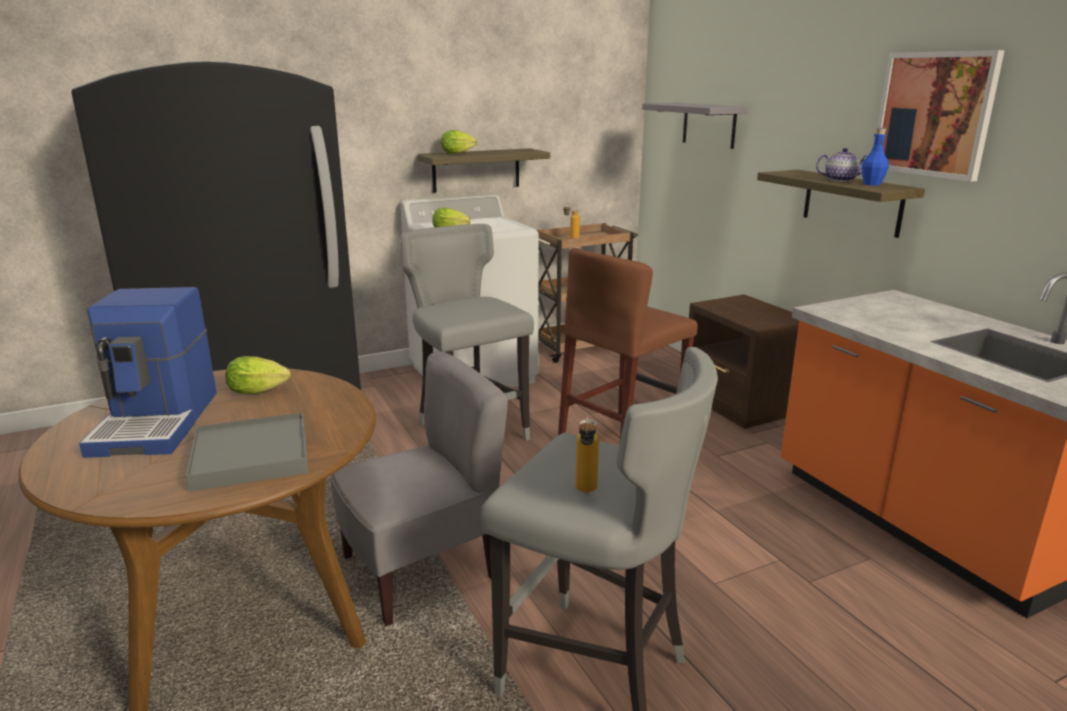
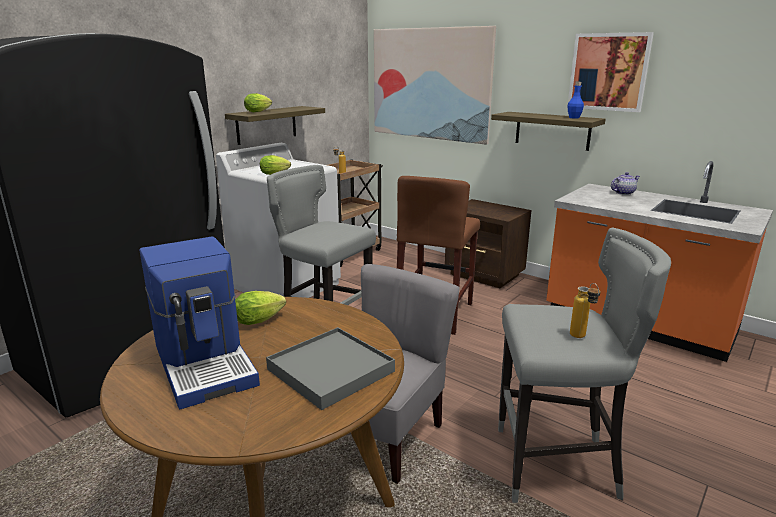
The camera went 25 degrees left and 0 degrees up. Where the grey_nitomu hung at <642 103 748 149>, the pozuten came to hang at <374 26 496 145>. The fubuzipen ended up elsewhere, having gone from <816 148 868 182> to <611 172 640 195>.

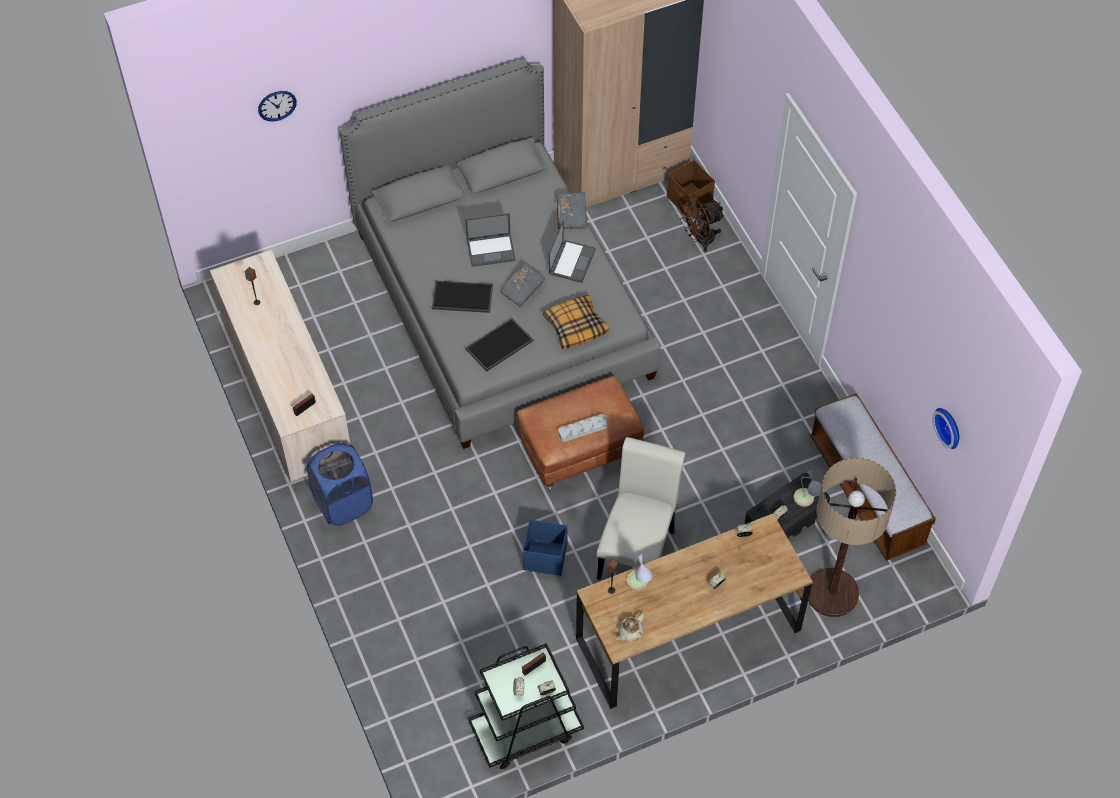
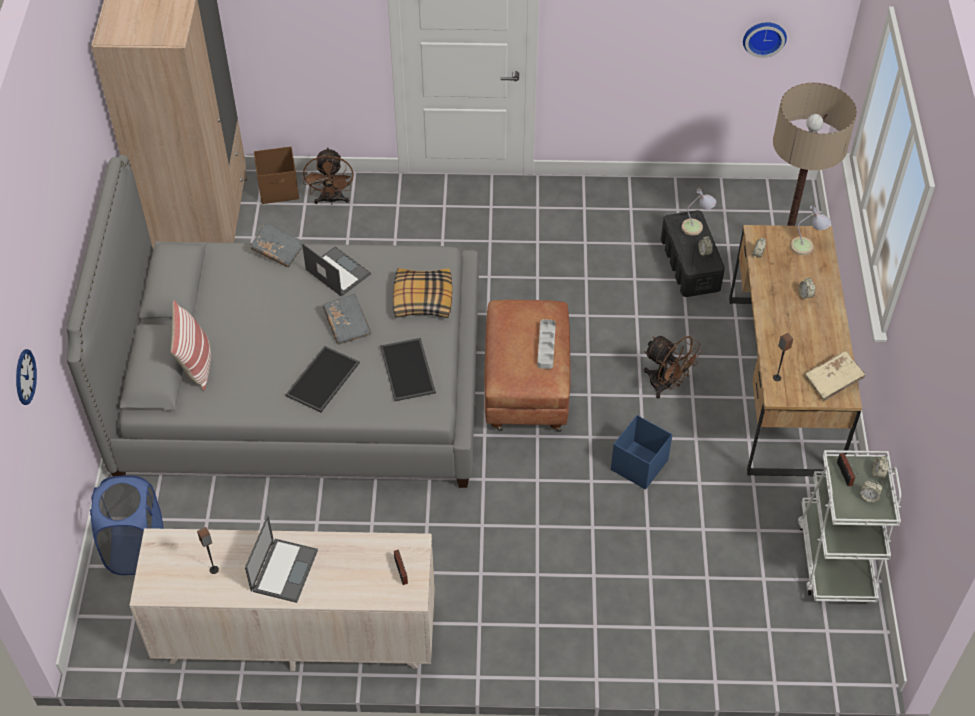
The camera went 65 degrees left and 5 degrees down. The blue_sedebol ended up elsewhere, having gone from <307 443 373 526> to <90 475 164 575>. The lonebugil ended up elsewhere, having gone from <465 213 516 267> to <245 515 318 603>. What was the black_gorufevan at <468 643 584 769> turned into the white_gorufevan at <798 450 901 602>. Where the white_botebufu stood at <597 437 686 580>, the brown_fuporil came to stand at <644 336 702 399>. Where the beige_fubuzipen stood at <617 614 644 642>, the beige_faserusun came to stand at <805 351 866 401>. The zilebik ended up elsewhere, having gone from <627 554 653 591> to <790 204 831 255>. The second view lost the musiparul at <810 393 936 561>. The second view gained the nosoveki at <171 300 211 391>.

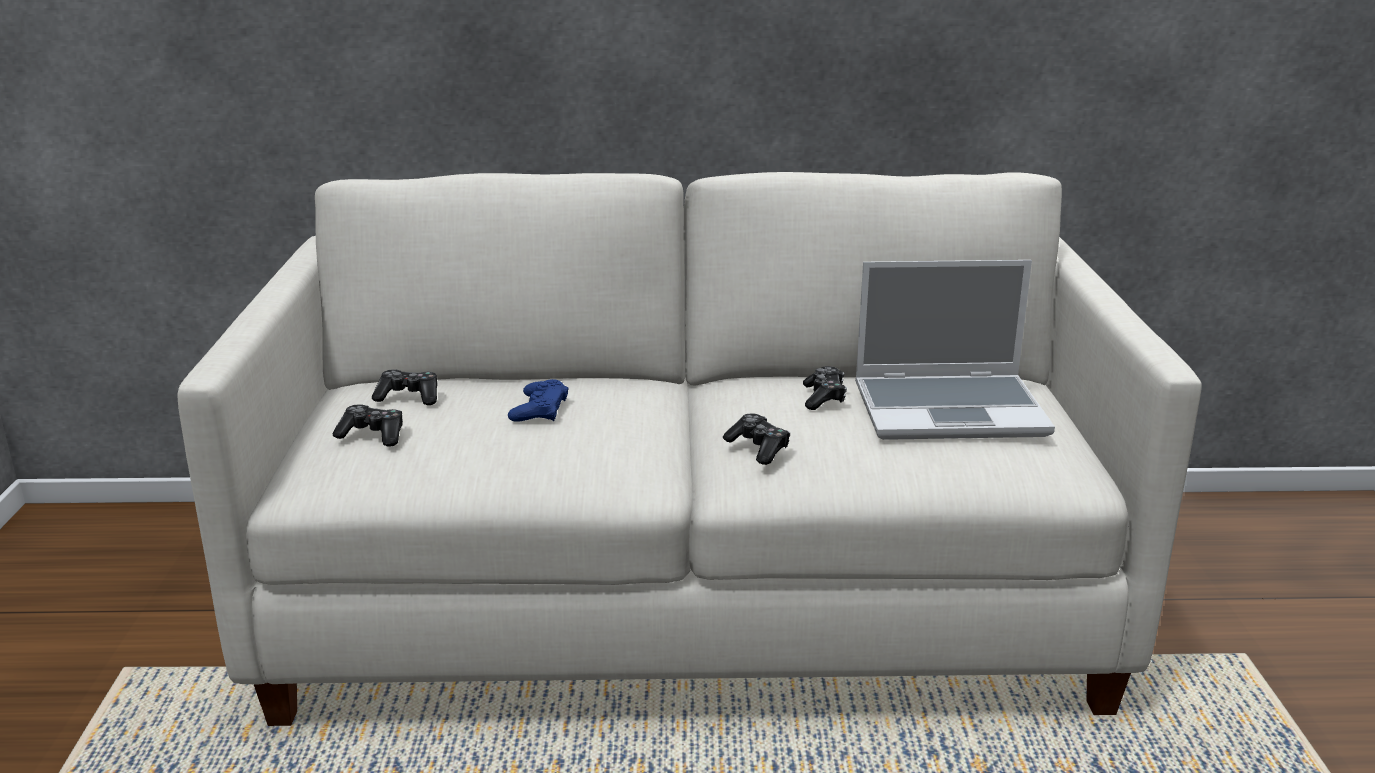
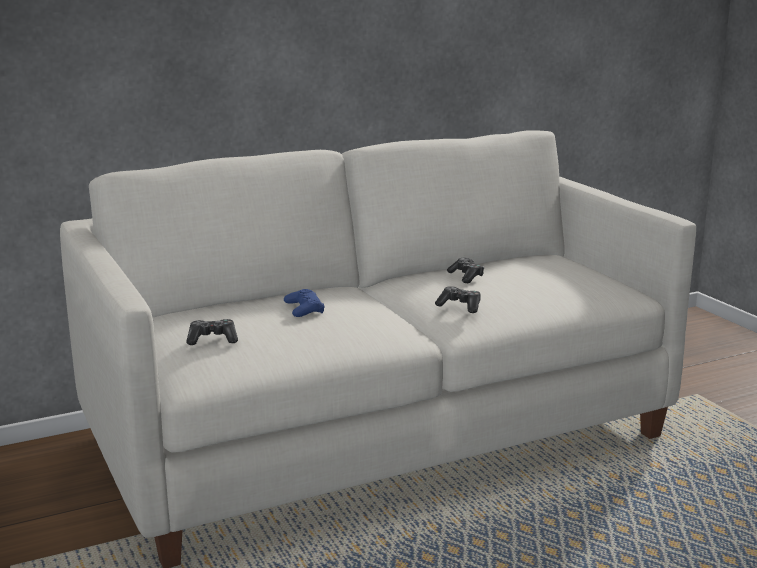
The camera went 25 degrees left and 5 degrees down. The second view lost the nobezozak at <372 369 437 405>. The second view lost the lonebugil at <855 260 1055 440>.

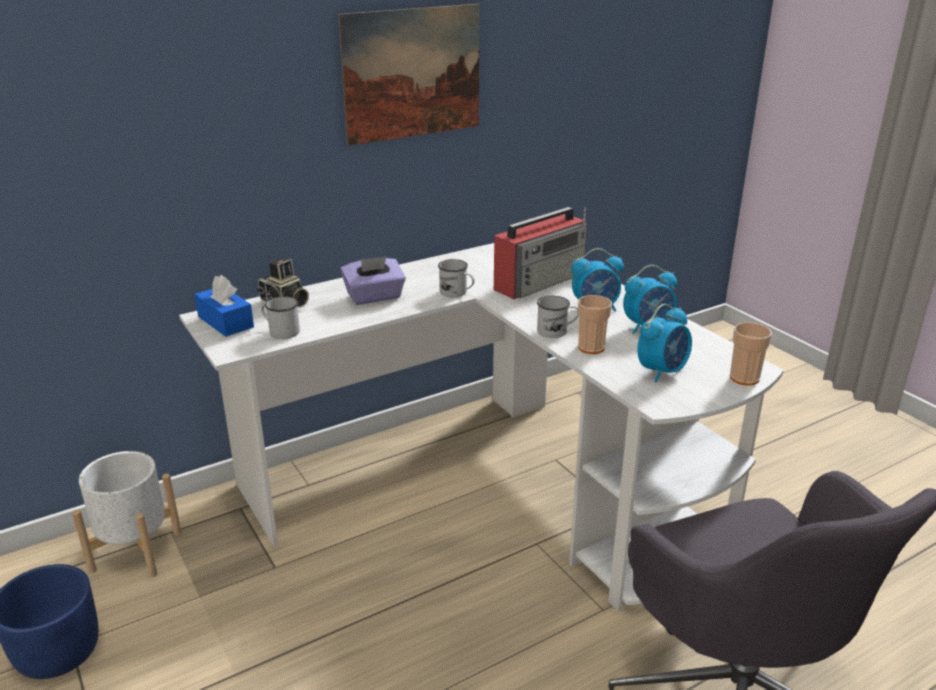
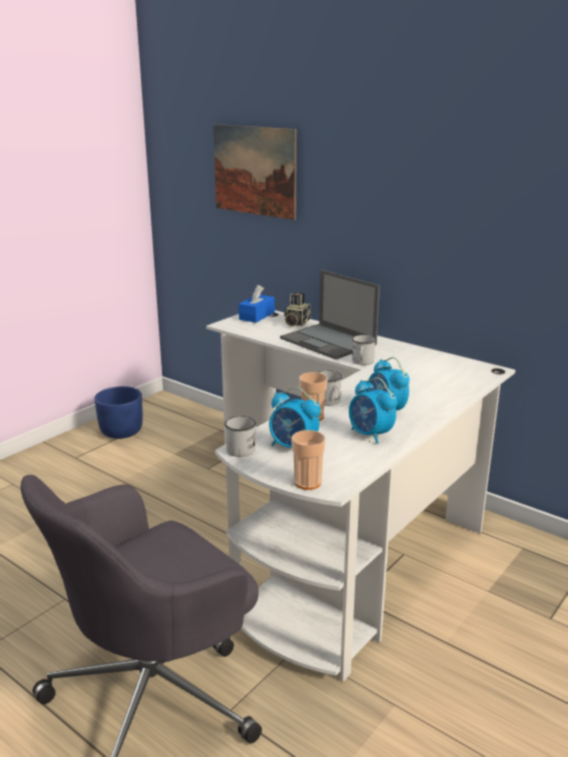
The camera went 70 degrees right and 5 degrees down. The second view lost the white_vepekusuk at <72 451 181 577>. The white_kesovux ended up elsewhere, having gone from <261 296 300 339> to <225 416 256 457>. The pozuten ended up elsewhere, having gone from <338 4 480 146> to <213 124 297 220>. Where the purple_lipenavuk stood at <340 256 406 305>, the lonebugil came to stand at <280 270 380 359>. The second view lost the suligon at <494 207 587 299>.

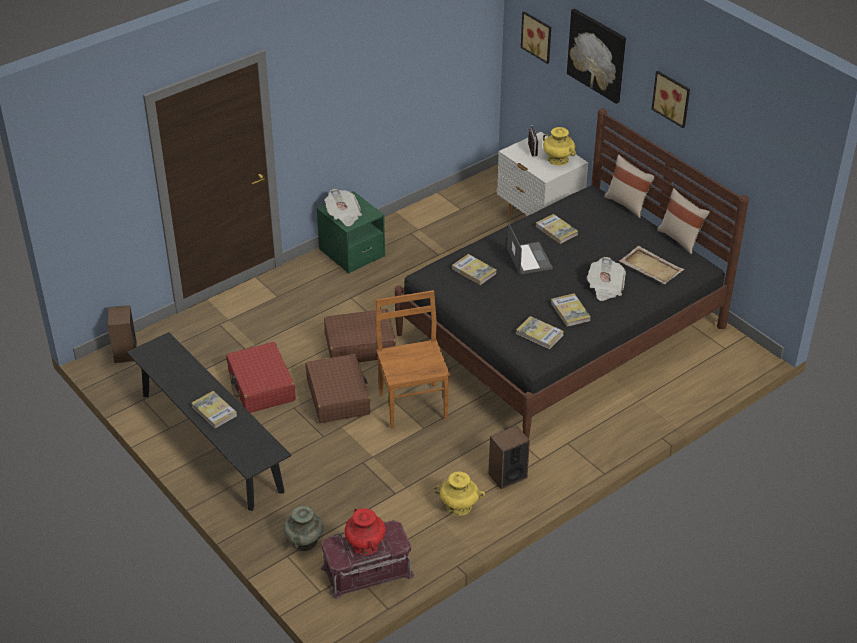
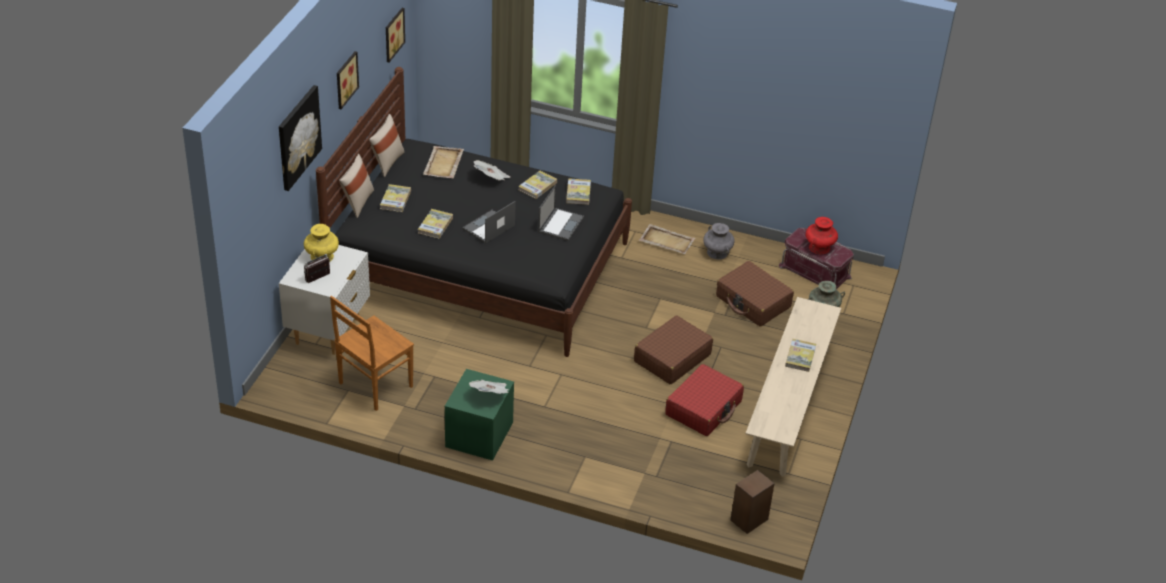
The camera went 125 degrees left and 0 degrees up. What was the black_musiparul at <127 332 291 511> turned into the beige_musiparul at <746 297 841 477>. The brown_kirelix ended up elsewhere, having gone from <324 309 396 362> to <716 261 794 327>. The brown_botebufu ended up elsewhere, having gone from <376 290 450 429> to <330 296 414 411>. What was the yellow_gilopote at <434 471 485 516> turned into the grey_gilopote at <703 223 735 260>. The faserusun ended up elsewhere, having gone from <452 254 496 285> to <380 184 411 212>. Where the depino stood at <489 425 530 489>, the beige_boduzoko came to stand at <639 224 695 254>. The pozuten ended up elsewhere, having gone from <521 11 551 64> to <386 8 405 62>. The second view gained the lonebugil at <538 185 584 241>.

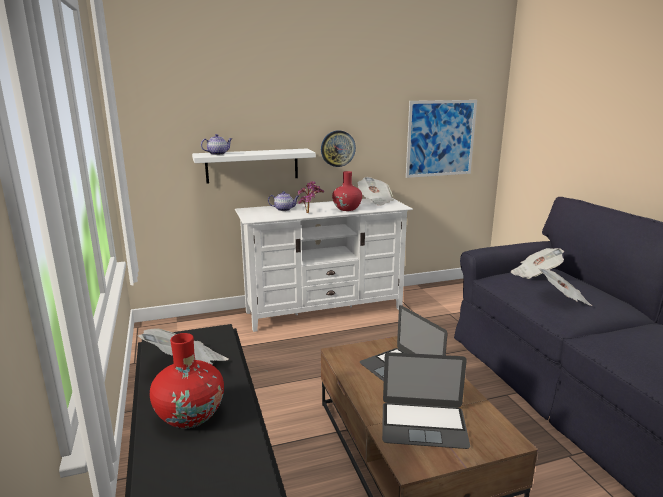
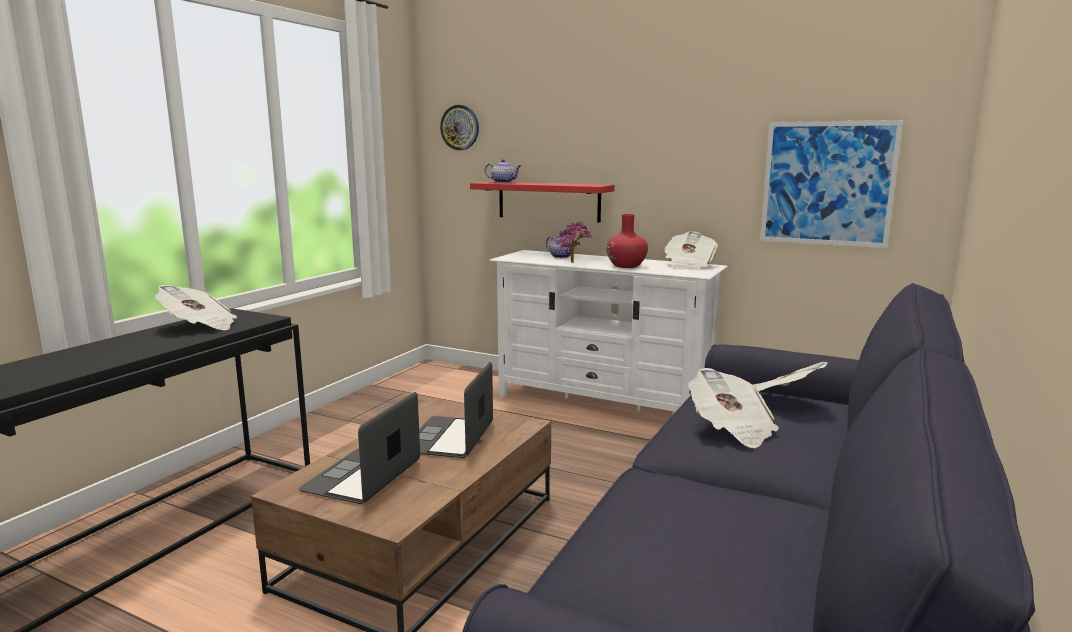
The camera went 45 degrees right and 5 degrees down. The second view lost the red_gilopote at <150 333 224 428>. What was the white_nitomu at <192 149 316 184> turned into the red_nitomu at <470 182 615 223>. The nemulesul ended up elsewhere, having gone from <321 130 356 167> to <440 105 479 150>. The lonebugil at <382 352 470 449> ended up facing another way, 60 degrees clockwise from before.

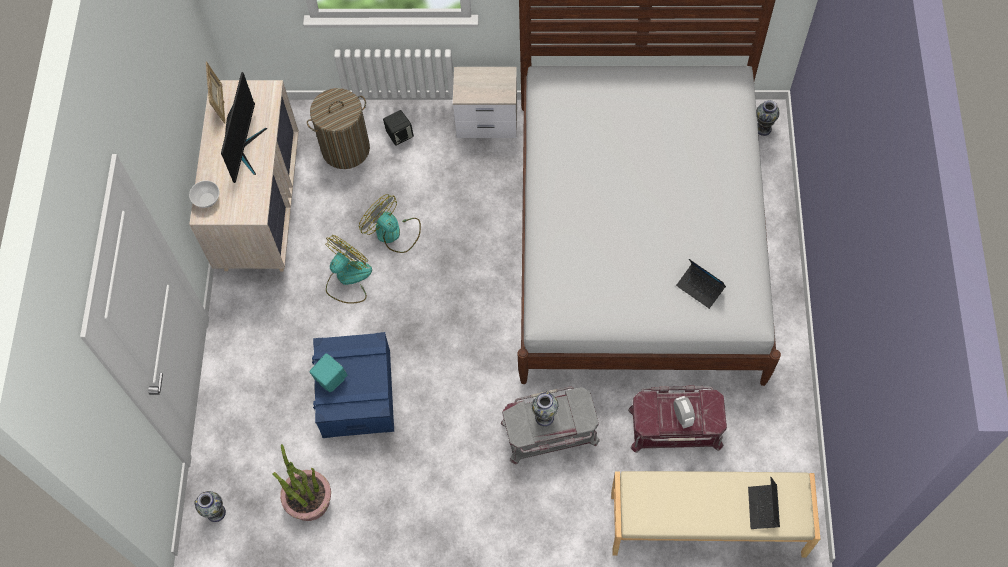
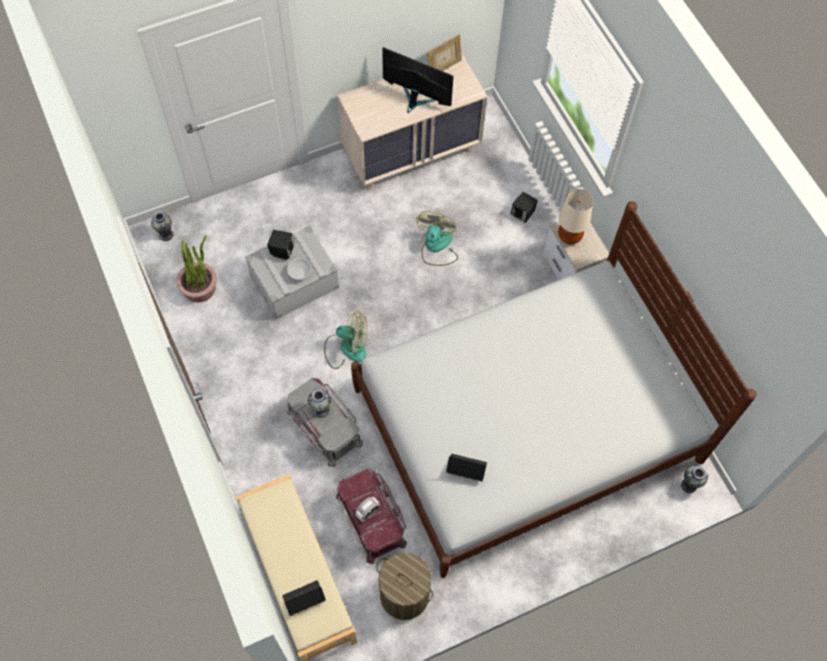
The camera went 60 degrees right and 0 degrees up. The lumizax ended up elsewhere, having gone from <189 181 219 208> to <287 258 312 280>. The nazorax at <221 72 267 183> ended up facing another way, 135 degrees counterclockwise from before. The sedebol ended up elsewhere, having gone from <307 88 370 169> to <376 553 433 620>. What was the turquoise_depino at <309 353 347 392> turned into the black_depino at <267 230 295 260>. What was the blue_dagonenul at <312 332 394 438> turned into the grey_dagonenul at <245 225 339 319>. The fuporil ended up elsewhere, having gone from <325 235 372 303> to <324 311 367 369>. The lonebugil at <676 259 726 309> ended up facing another way, 90 degrees clockwise from before. The second view gained the beige_zilebik at <558 189 593 244>.

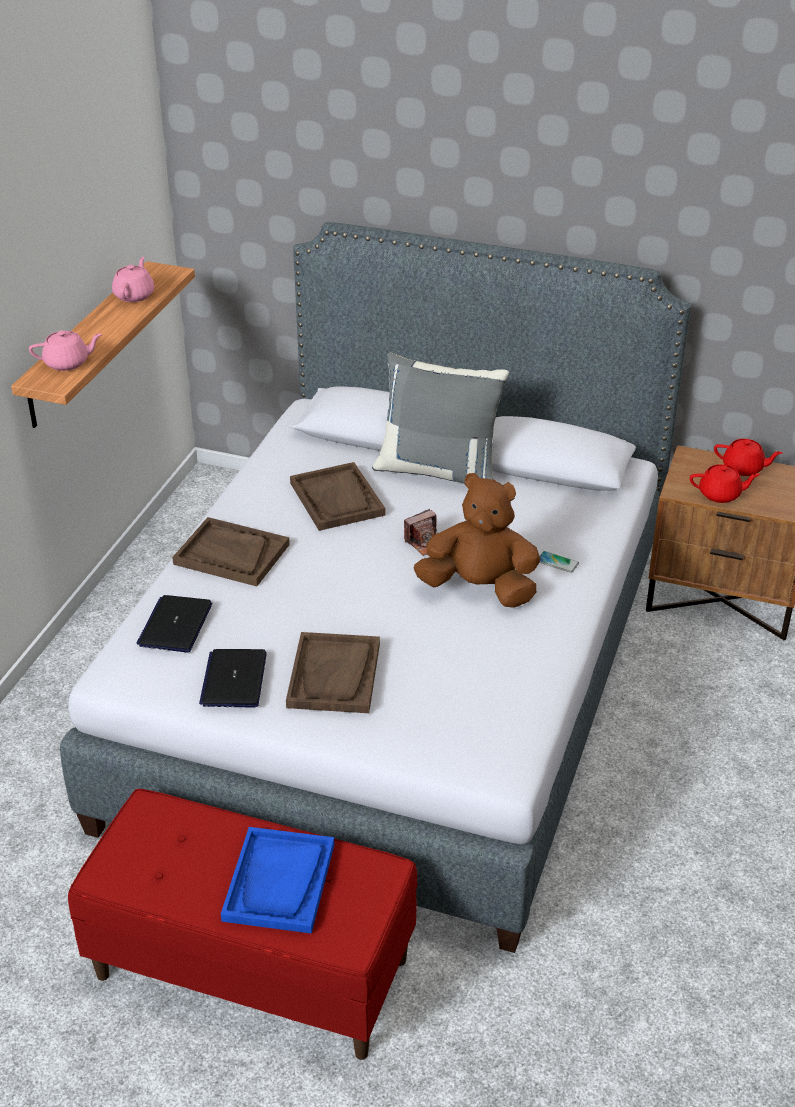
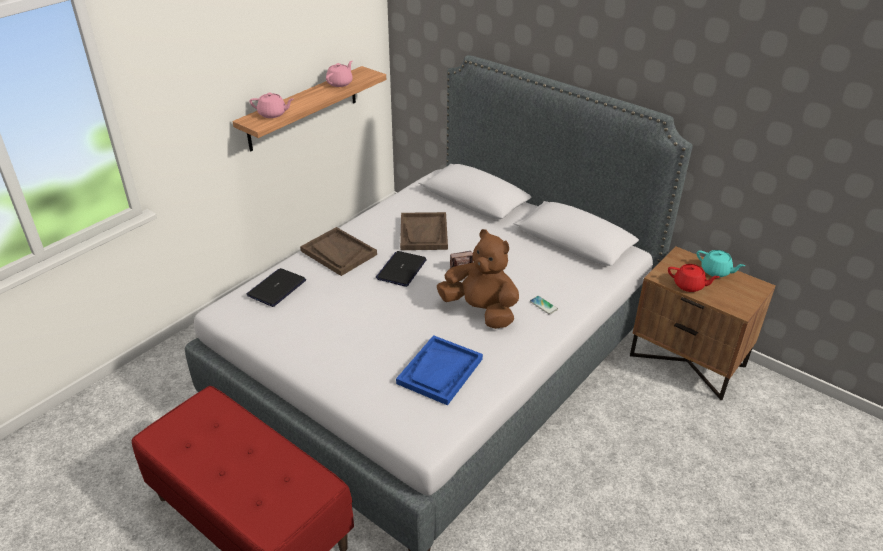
The camera went 20 degrees right and 0 degrees up. The lonebugil ended up elsewhere, having gone from <199 649 267 708> to <376 251 427 287>. The blue_boduzoko ended up elsewhere, having gone from <221 827 334 934> to <396 335 483 405>. The second view lost the brown_boduzoko at <286 632 380 713>. The second view lost the grey_nosoveki at <372 353 509 484>. What was the red_fubuzipen at <714 439 783 476> turned into the turquoise_fubuzipen at <697 250 745 277>.

